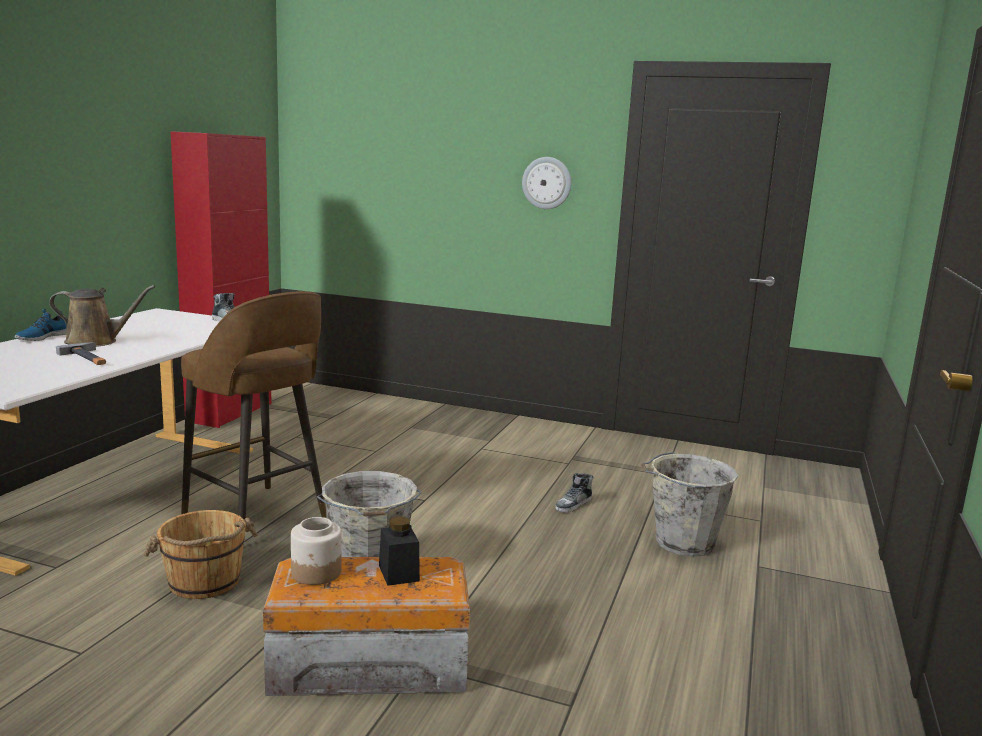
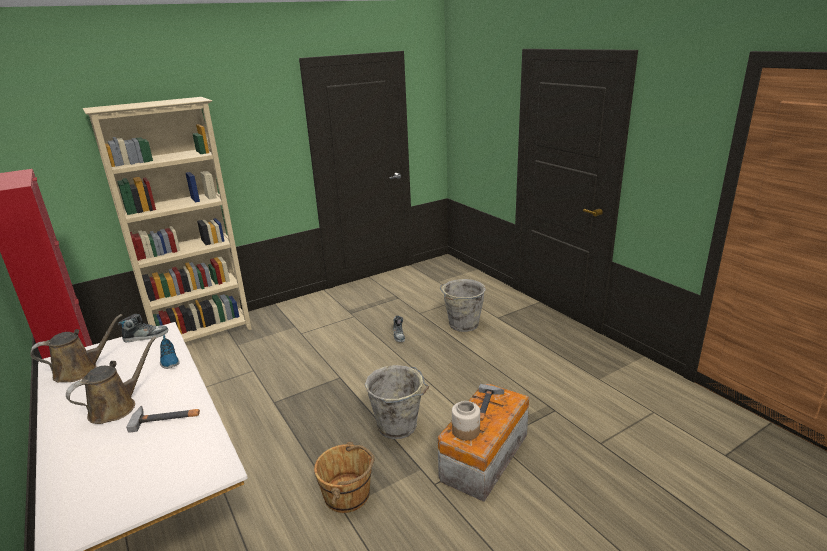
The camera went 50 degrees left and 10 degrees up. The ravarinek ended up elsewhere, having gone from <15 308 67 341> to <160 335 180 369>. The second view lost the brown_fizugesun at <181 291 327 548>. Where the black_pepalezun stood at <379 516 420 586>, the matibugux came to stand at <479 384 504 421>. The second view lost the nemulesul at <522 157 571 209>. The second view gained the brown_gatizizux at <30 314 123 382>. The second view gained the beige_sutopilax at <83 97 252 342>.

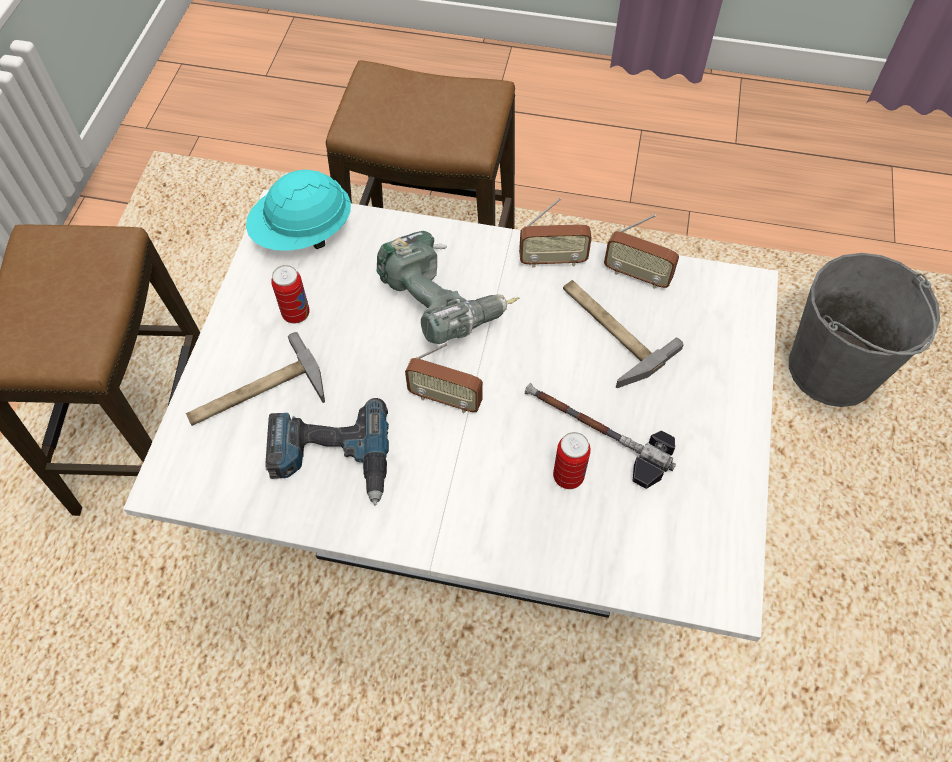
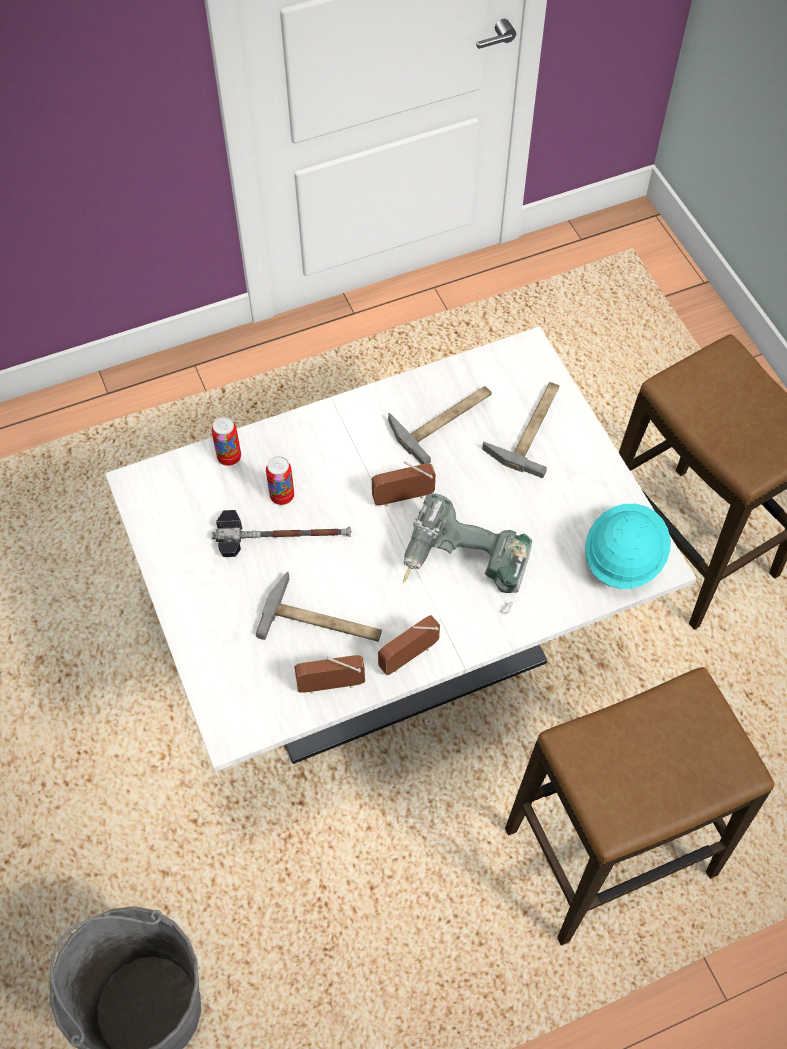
The camera went 145 degrees right and 0 degrees up. Where the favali stood at <265 398 389 506>, the matibugux came to stand at <388 386 492 464>. The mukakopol ended up elsewhere, having gone from <271 265 310 324> to <212 417 241 466>.

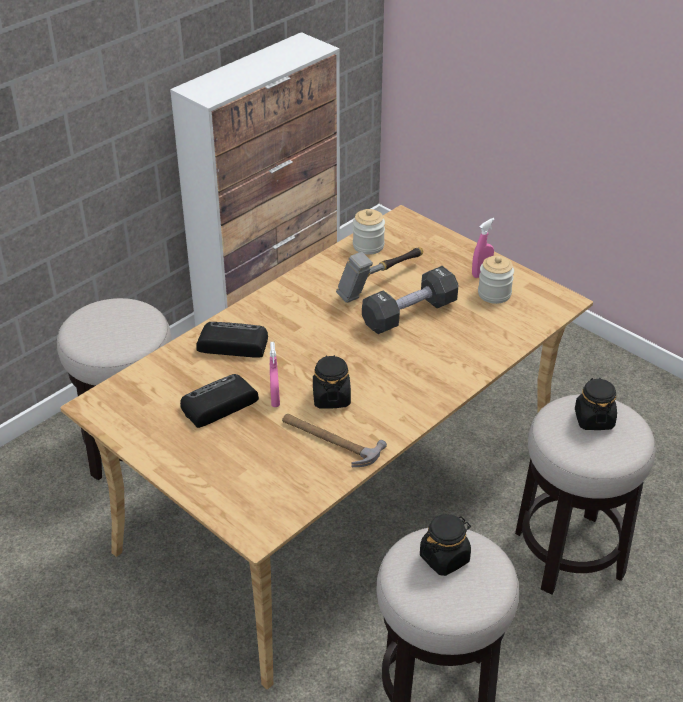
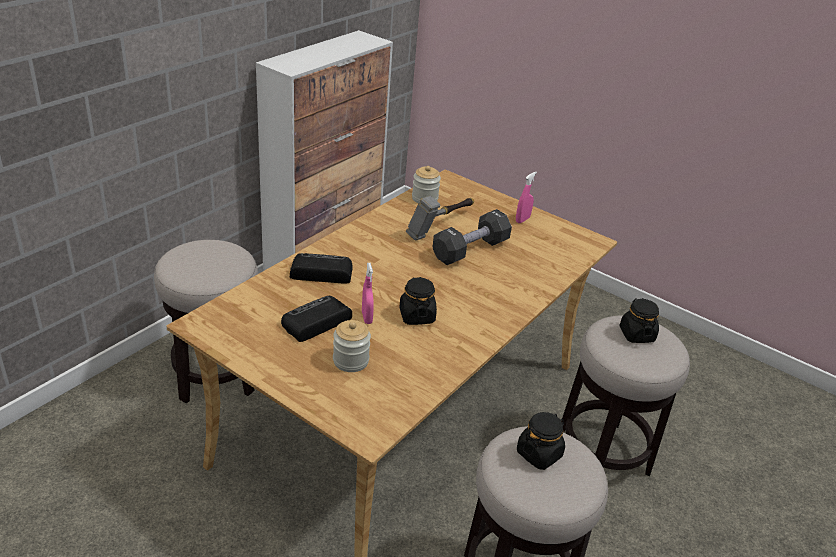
The camera went 10 degrees left and 5 degrees down. The second view lost the matibugux at <282 414 387 467>. The pepalezun ended up elsewhere, having gone from <478 256 514 304> to <333 320 371 372>.

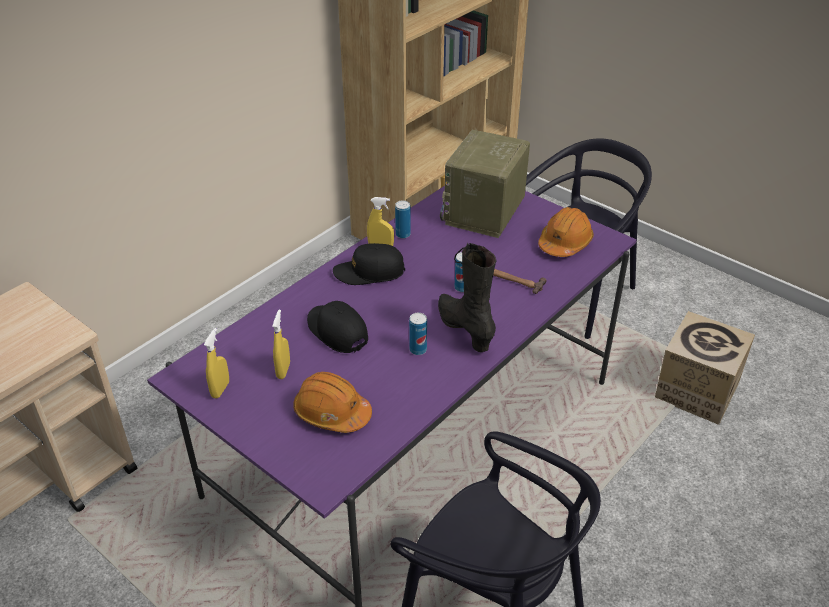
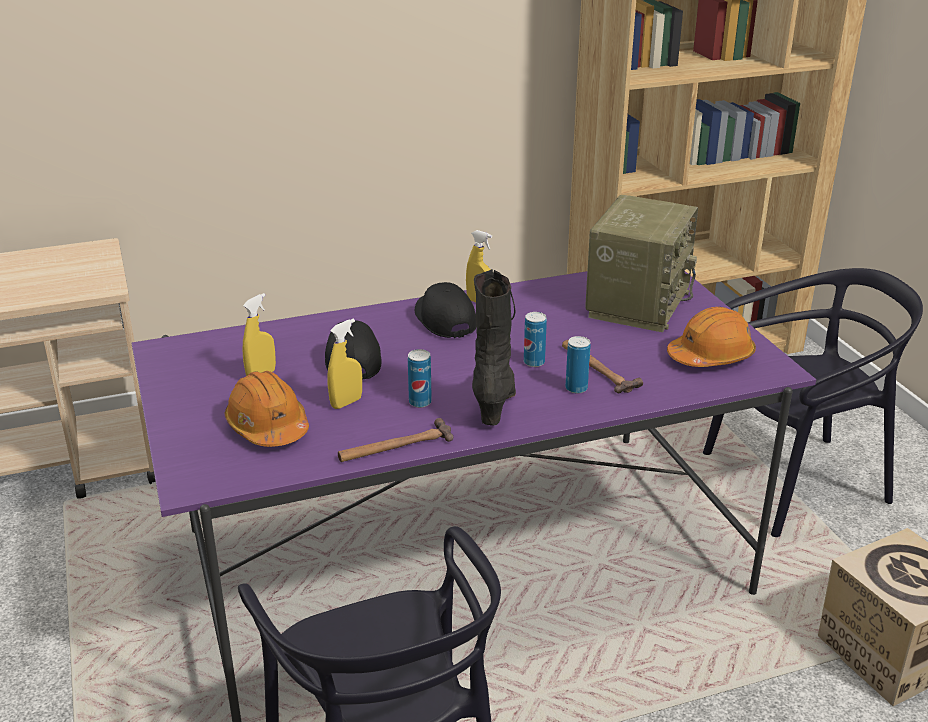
The camera went 30 degrees right and 10 degrees down. The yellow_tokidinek ended up elsewhere, having gone from <204 328 229 398> to <327 319 362 409>. The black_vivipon at <333 243 405 285> ended up facing another way, 45 degrees clockwise from before. The mukakopol ended up elsewhere, having gone from <395 200 411 238> to <565 336 591 394>. The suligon at <440 130 530 238> ended up facing another way, 150 degrees clockwise from before. The second view gained the matibugux at <338 418 453 462>.

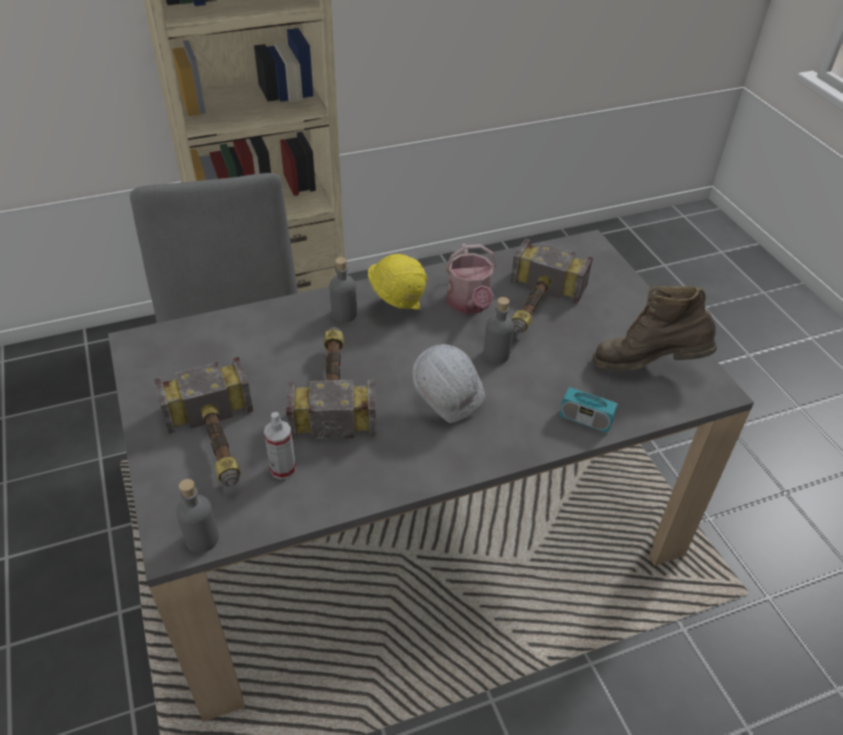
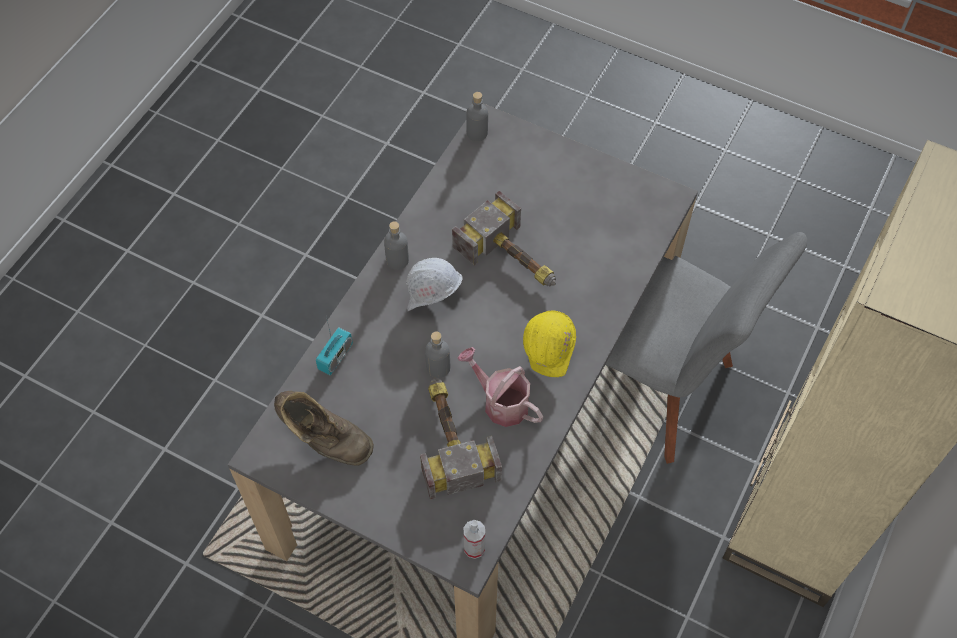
The camera went 140 degrees right and 15 degrees up. The second view lost the matibugux at <154 357 253 486>. The tokidinek ended up elsewhere, having gone from <264 412 296 479> to <464 520 485 559>. The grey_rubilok ended up elsewhere, having gone from <329 257 357 323> to <384 221 409 270>. The suligon at <559 365 618 433> ended up facing another way, 135 degrees clockwise from before. The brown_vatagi at <593 286 717 371> ended up facing another way, 60 degrees clockwise from before.

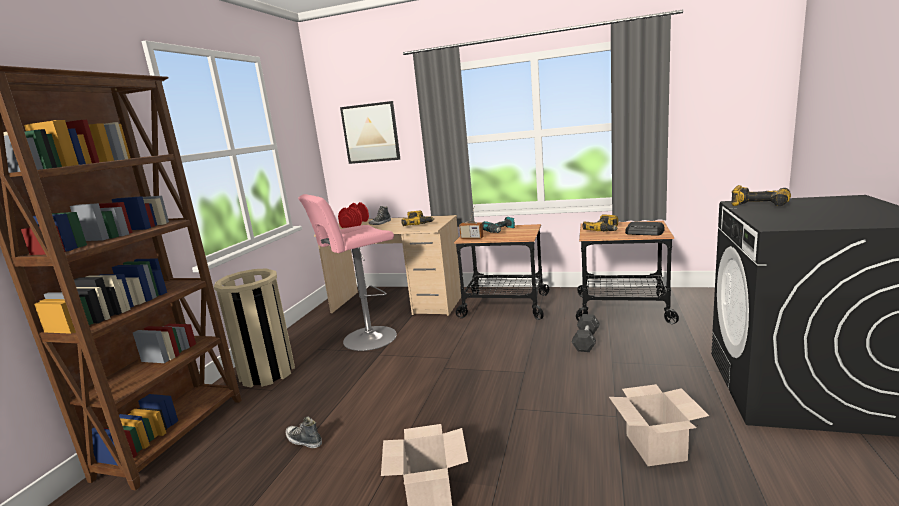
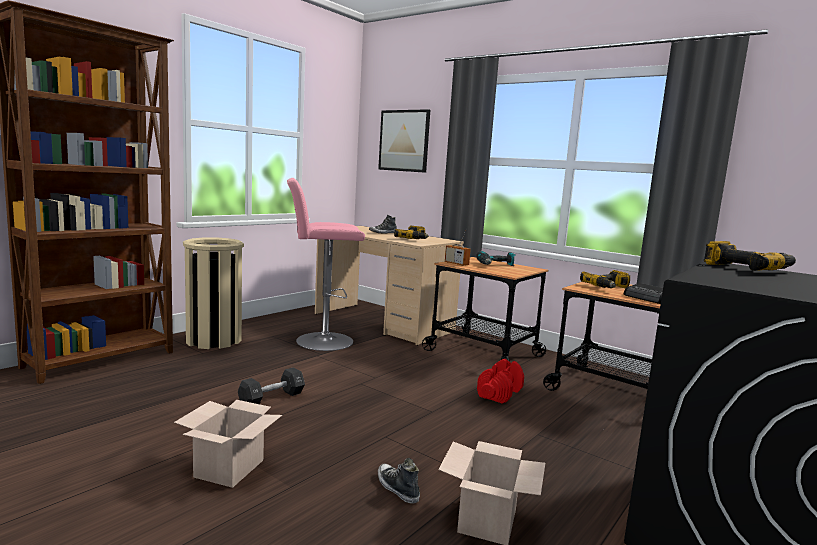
The camera went 20 degrees right and 5 degrees down. The ravarinek ended up elsewhere, having gone from <285 417 322 448> to <378 458 420 504>. The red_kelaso ended up elsewhere, having gone from <338 202 369 228> to <477 359 524 404>. The black_kelaso ended up elsewhere, having gone from <572 314 600 352> to <238 367 305 404>.

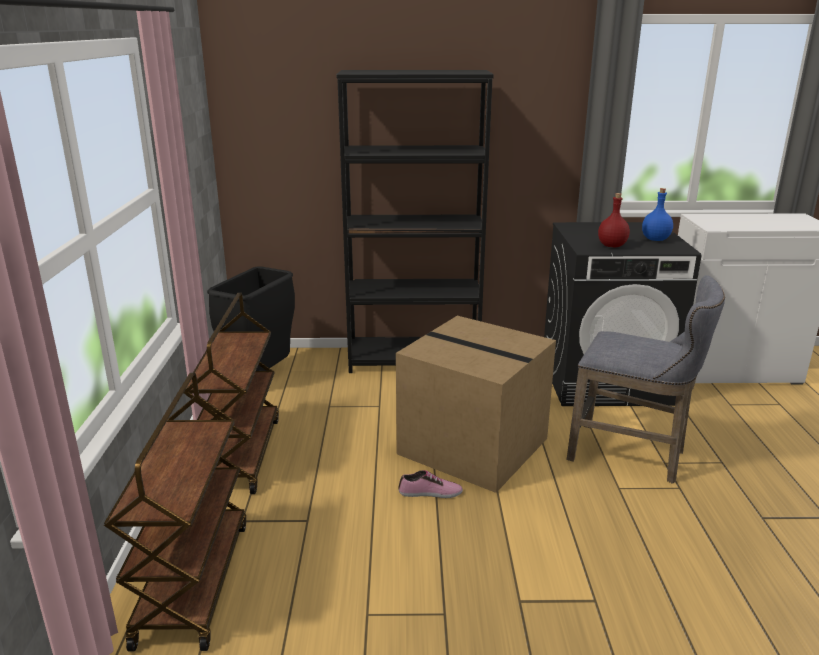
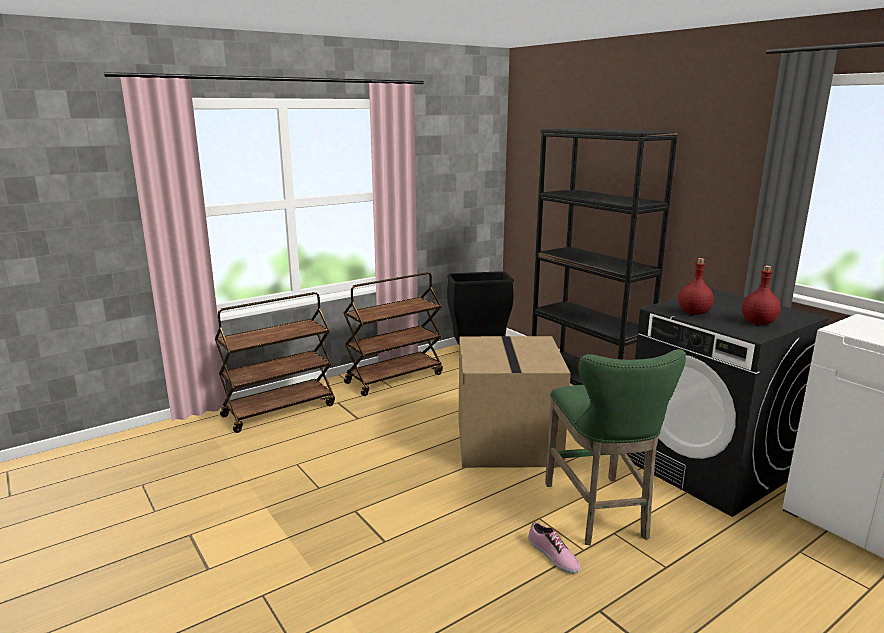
The camera went 55 degrees right and 5 degrees down. The ravarinek ended up elsewhere, having gone from <398 470 463 498> to <528 522 581 573>. What was the grey_fizugesun at <566 275 725 484> turned into the green_fizugesun at <545 349 686 545>. What was the blue_rubilok at <642 188 673 241> turned into the red_rubilok at <742 266 781 325>.

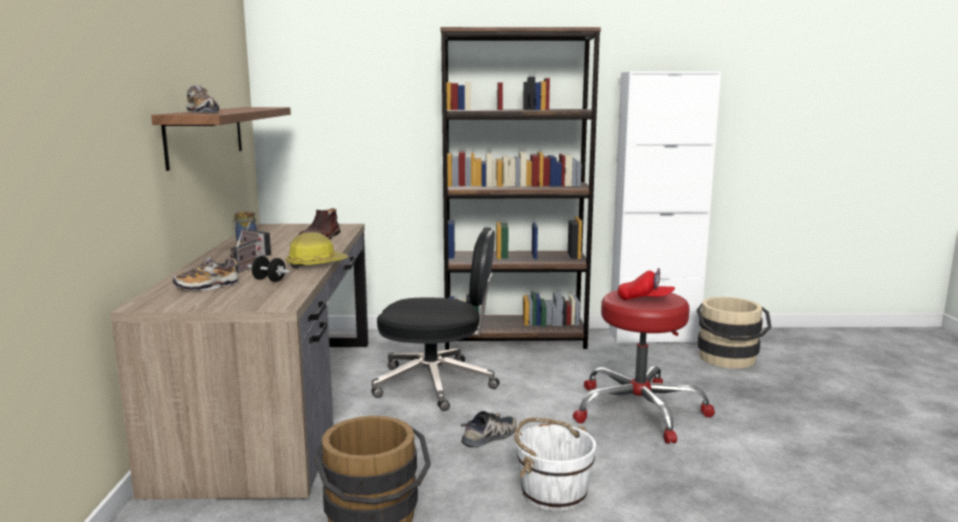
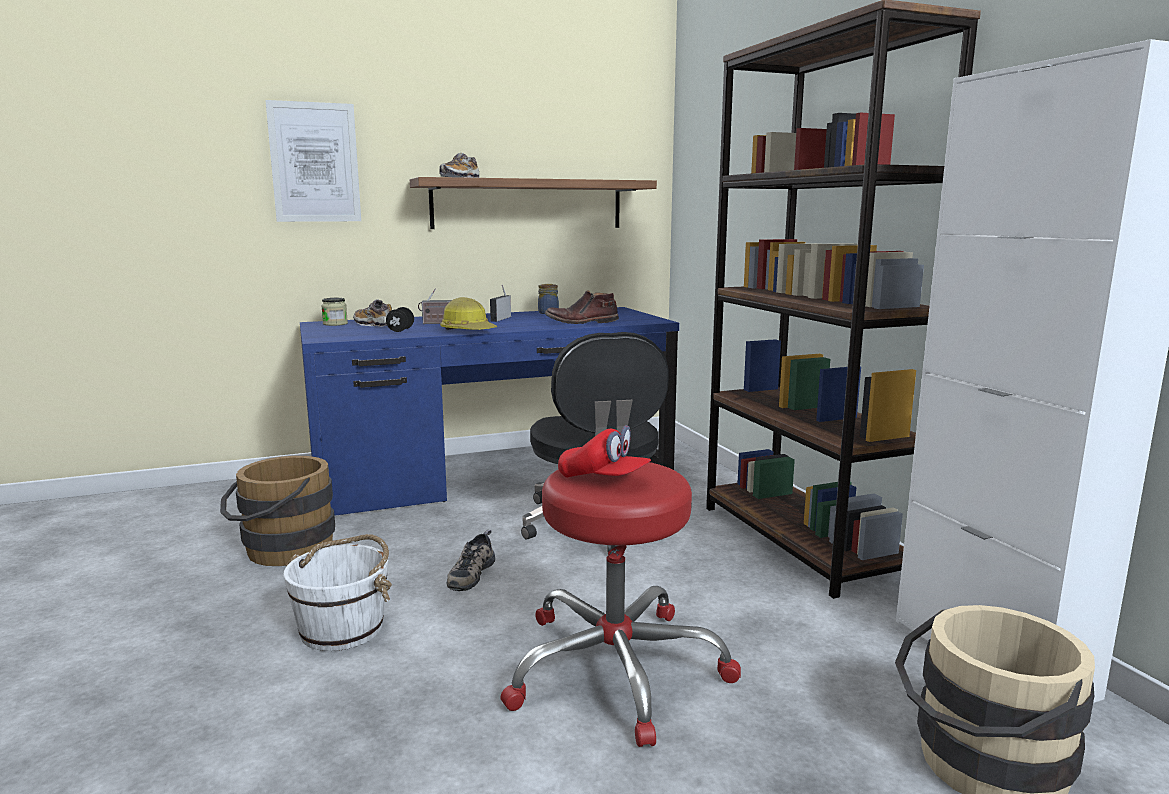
The camera went 70 degrees right and 0 degrees up. What was the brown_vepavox at <110 224 368 500> turned into the blue_vepavox at <300 307 679 516>. The ravarinek at <460 411 517 447> ended up facing another way, 75 degrees clockwise from before. The red_vivipon at <618 268 675 300> ended up facing another way, 60 degrees counterclockwise from before. The second view gained the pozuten at <265 100 361 222>. The second view gained the pepalezun at <321 298 348 326>.

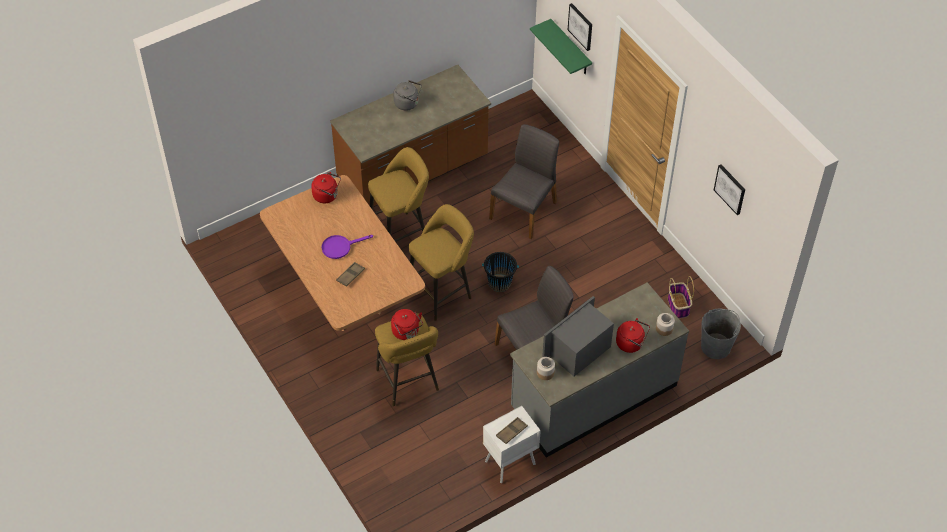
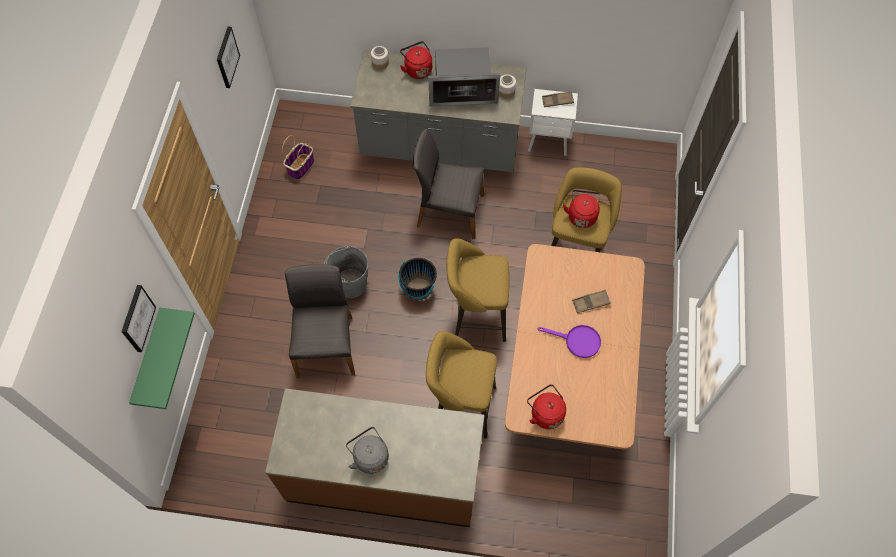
The camera went 140 degrees left and 10 degrees up. The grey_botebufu at <489 124 559 239> ended up facing another way, 105 degrees clockwise from before. The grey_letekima ended up elsewhere, having gone from <701 309 741 359> to <324 245 368 298>.

